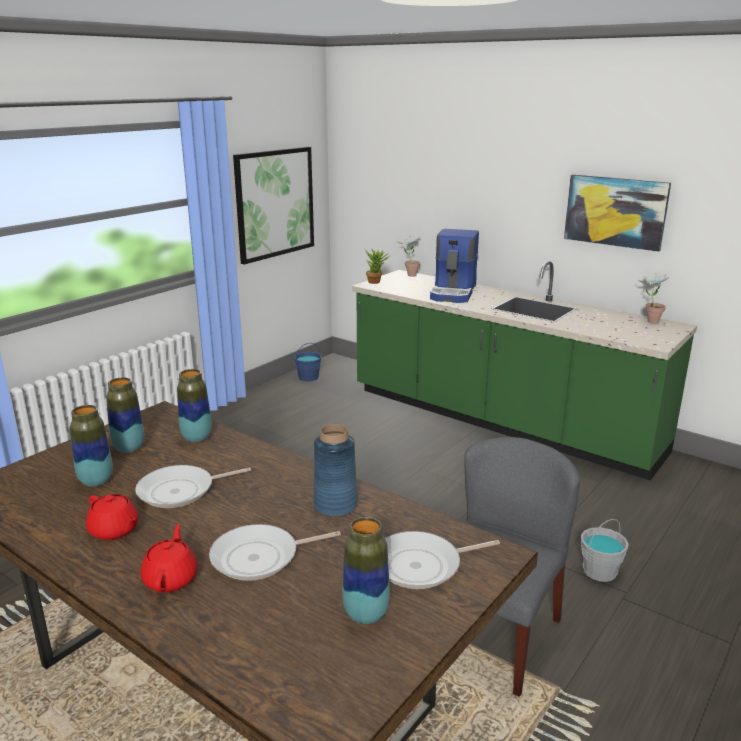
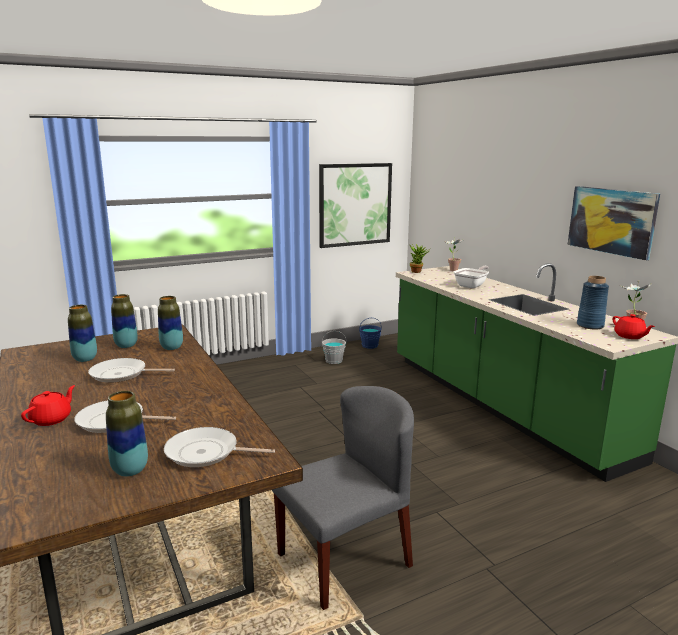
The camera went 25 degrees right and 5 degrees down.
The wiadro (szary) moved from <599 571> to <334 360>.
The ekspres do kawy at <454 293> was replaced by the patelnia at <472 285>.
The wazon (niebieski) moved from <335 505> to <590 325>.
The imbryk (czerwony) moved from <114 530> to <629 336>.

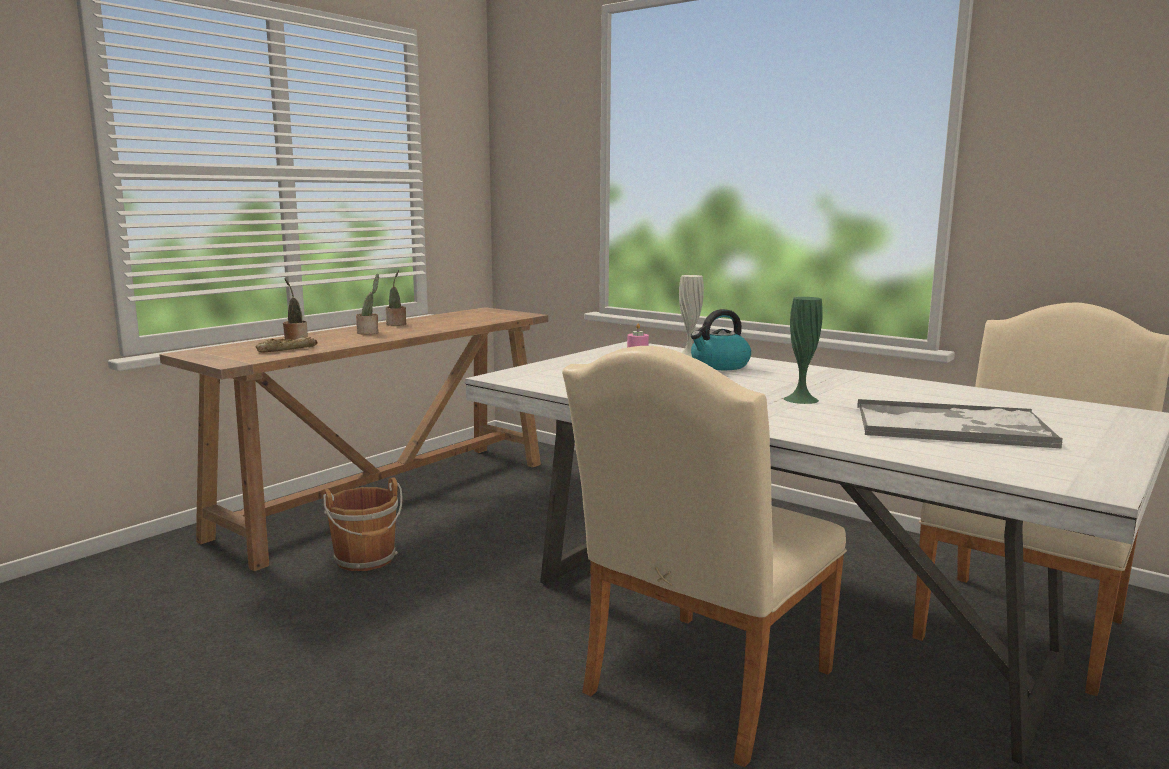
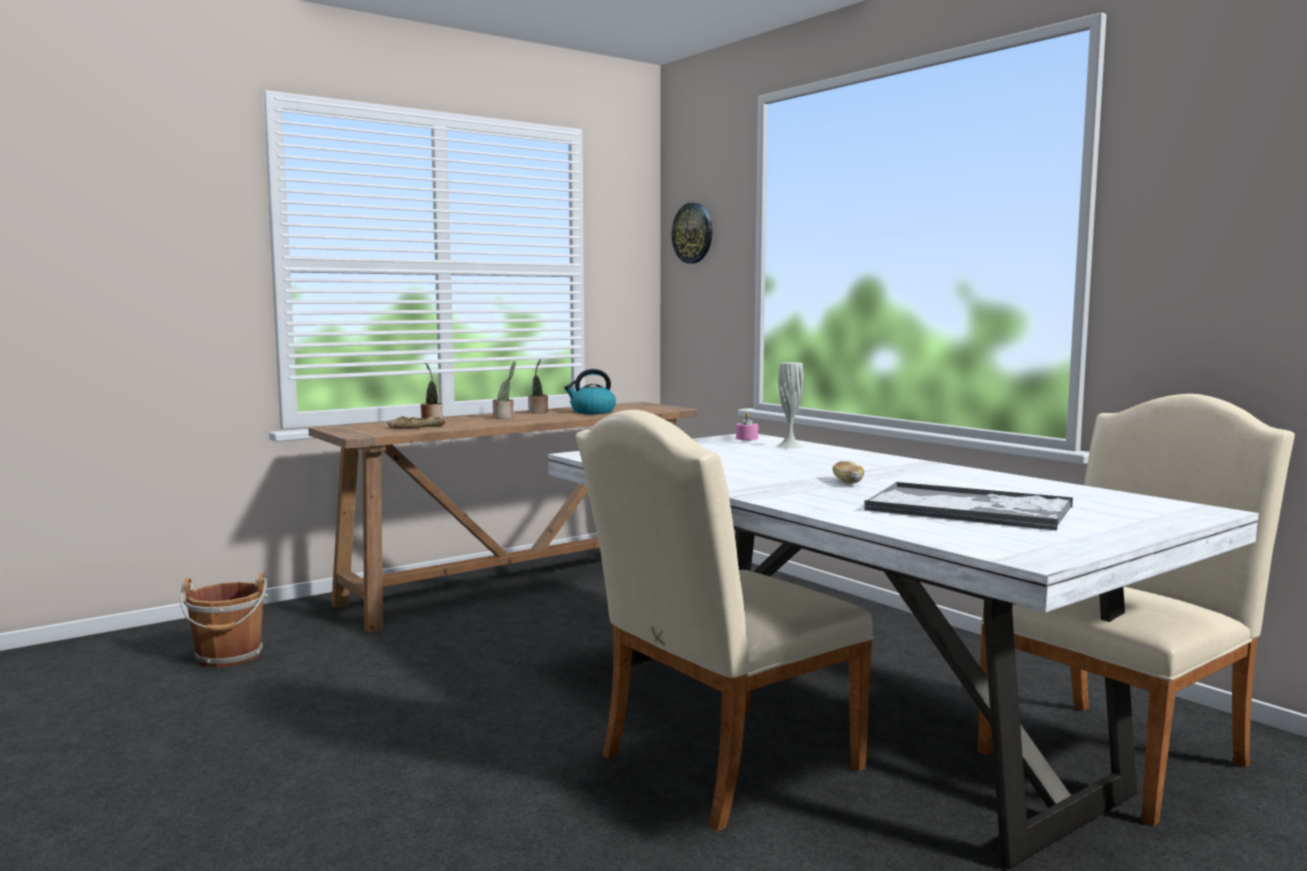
The camera went 15 degrees right and 5 degrees down.
The wiadro (brązowy) moved from <366 560> to <229 657>.
The czajnik moved from <719 366> to <592 412>.
The zegar ścienny at <693 233> appeared.
The wazon (zielony) at <801 399> was replaced by the chleb at <847 482>.

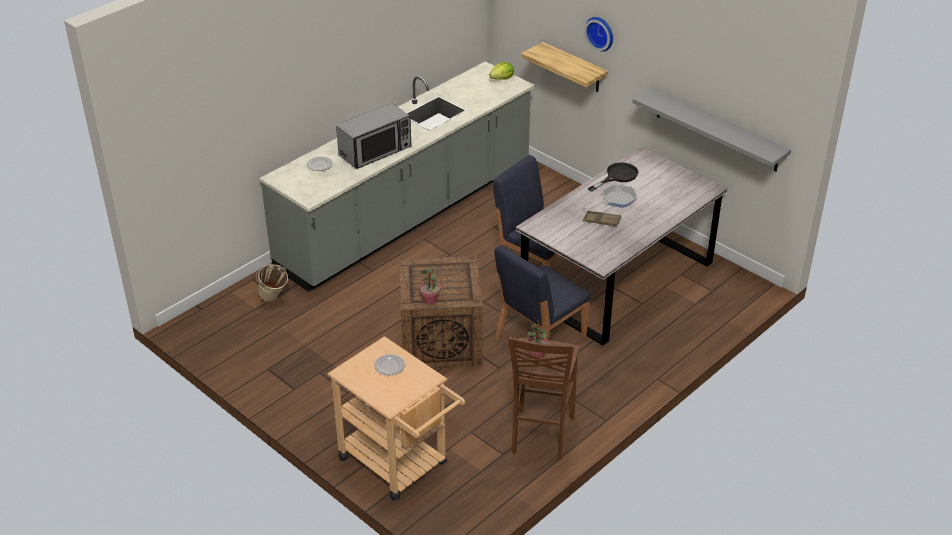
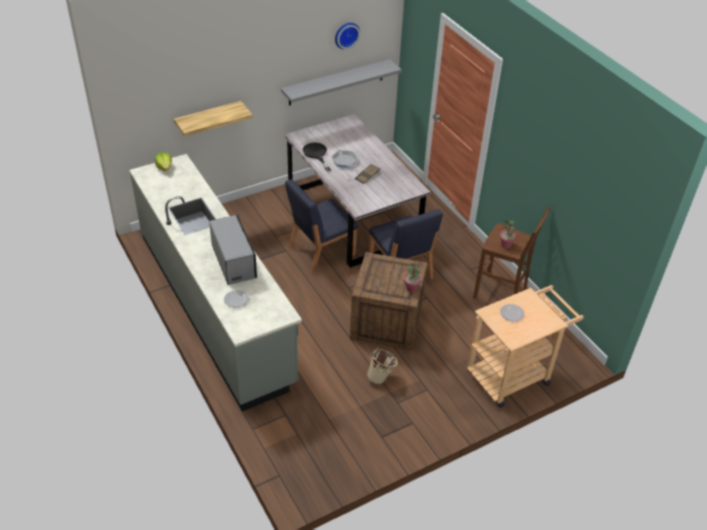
The camera went 75 degrees left and 5 degrees up.
The zegar ścienny moved from <601 33> to <346 34>.
The wiadro (beżowy) moved from <273 299> to <381 377>.

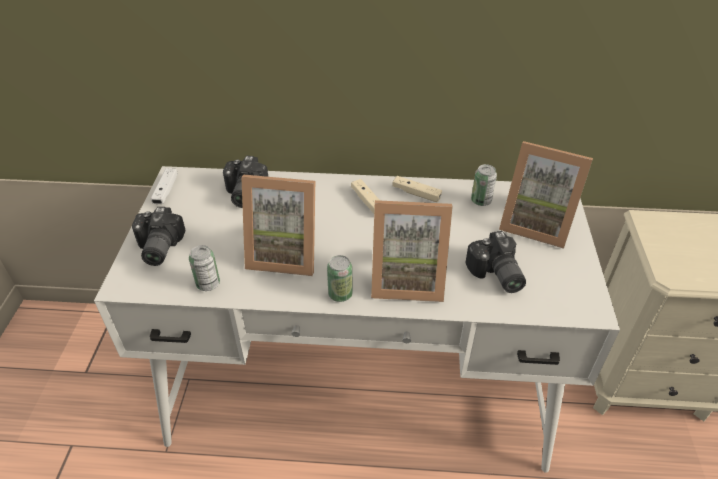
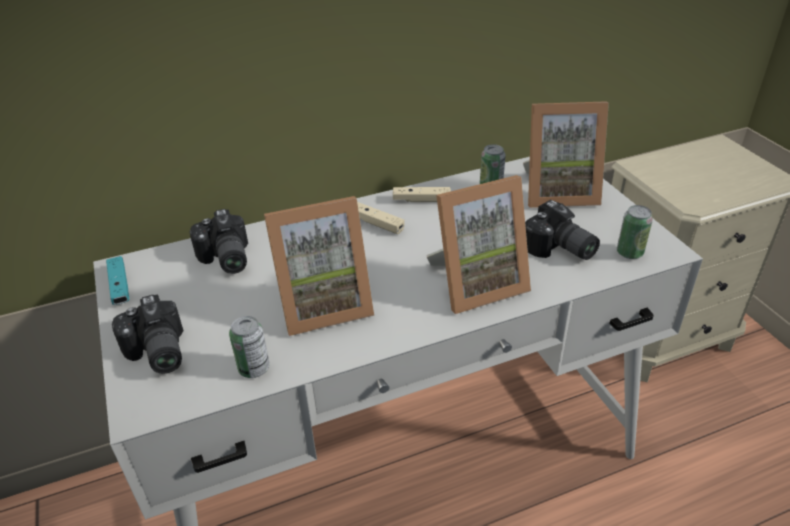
The camera went 25 degrees left and 5 degrees down.
The pad do gier (biały) at <166 191> became the pad do gier (turkusowy) at <120 287>.
The puszka moved from <340 294> to <629 253>.

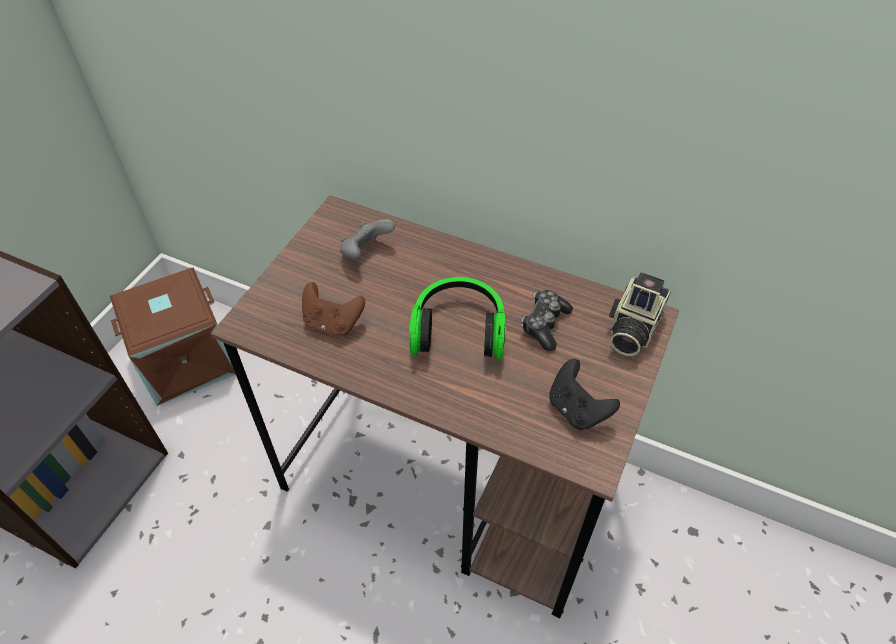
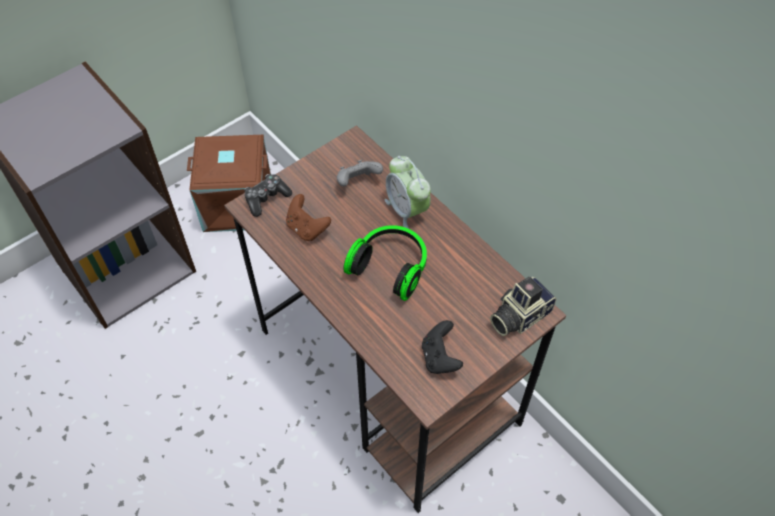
The camera went 25 degrees right and 5 degrees up.
The pad do gier moved from <545 324> to <266 198>.
The budzik at <407 210> appeared.

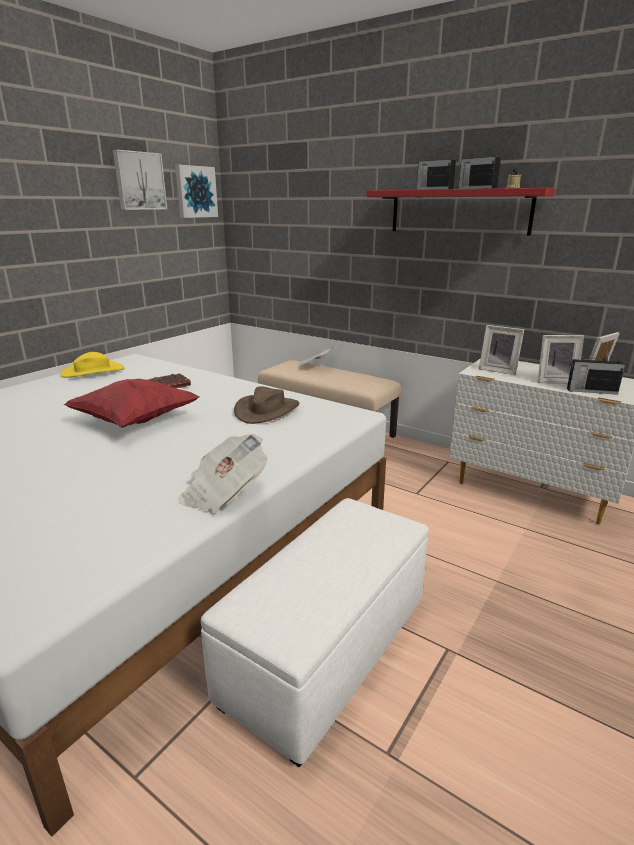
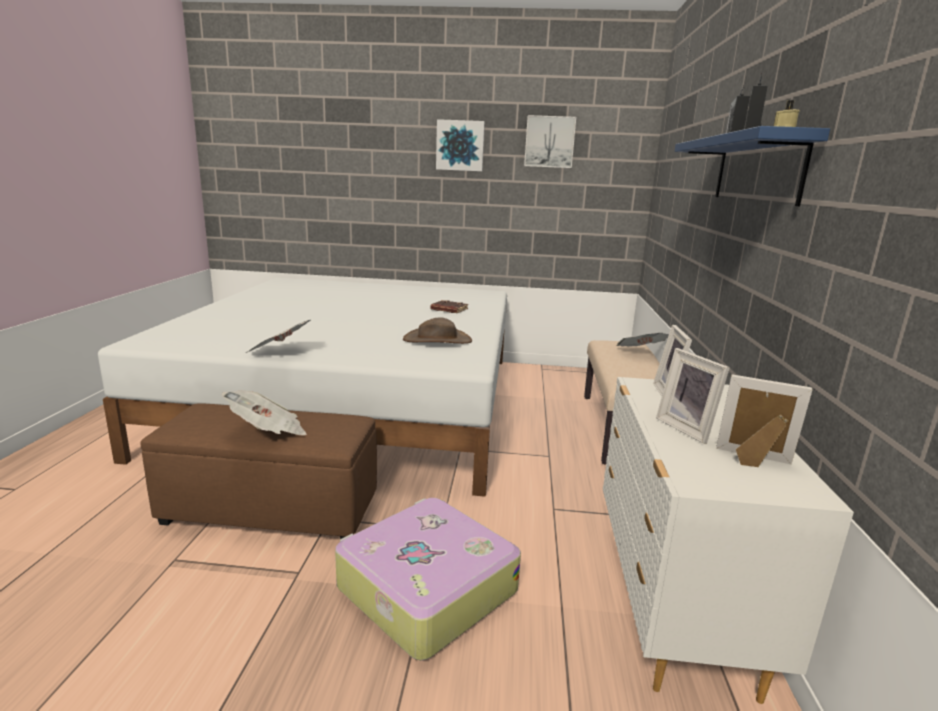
The camera went 60 degrees right and 5 degrees down.
The pufa (biały) at <328 650> became the pufa (brązowy) at <273 510>.
The gazeta at <268 432> appeared.
The walizka at <425 589> appeared.
The obraz moved from <195 192> to <460 145>.
The półka (czerwony) at <459 211> became the półka (niebieski) at <756 170>.
The kapelusz (żółty) at <93 371> disappeared.
The poduszka (czerwony) at <135 421> disappeared.
The radio at <590 391> disappeared.

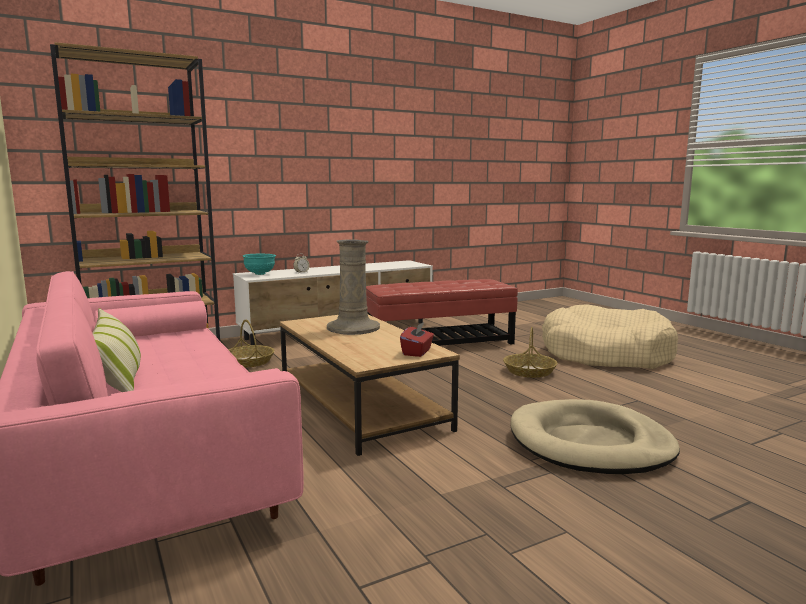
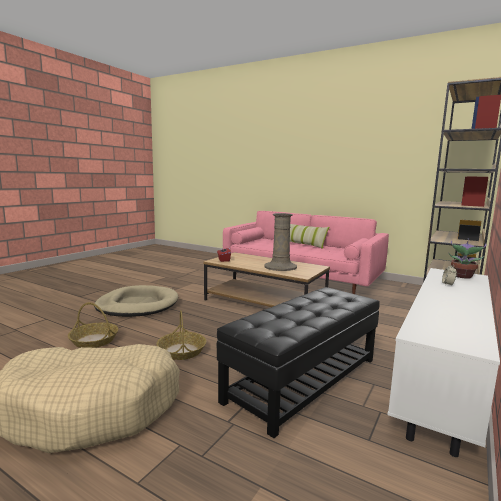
The camera went 150 degrees right and 0 degrees up.
The koszyk moved from <249 362> to <94 340>.
The pufa (czerwony) at <439 342> became the pufa (czarny) at <304 379>.
The miska (turkusowy) at <260 274> was replaced by the roślina doniczkowa at <462 276>.

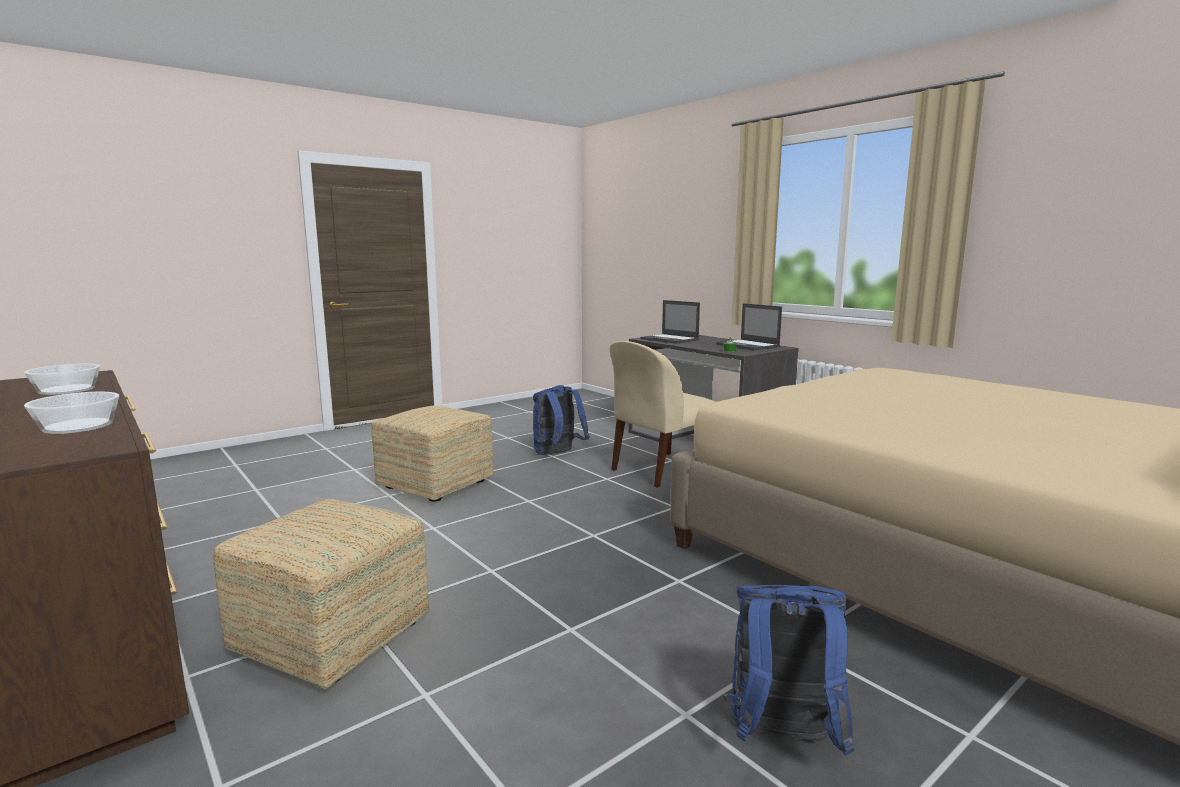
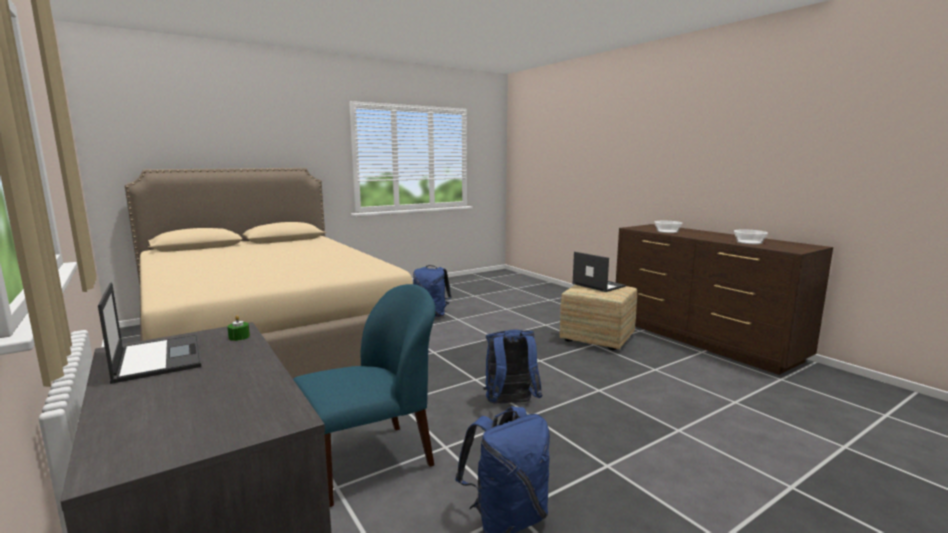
The camera went 175 degrees left and 0 degrees up.
The krzesło (beżowy) at <661 470> became the krzesło (niebieski) at <370 461>.
The plecak (niebieski) at <510 404> appeared.
The laptop moved from <670 339> to <597 285>.
The pufa at <437 485> disappeared.

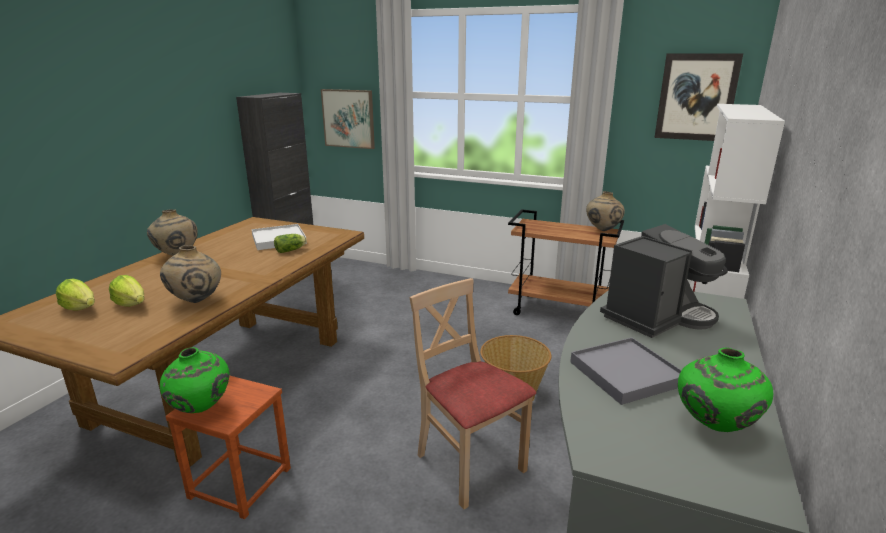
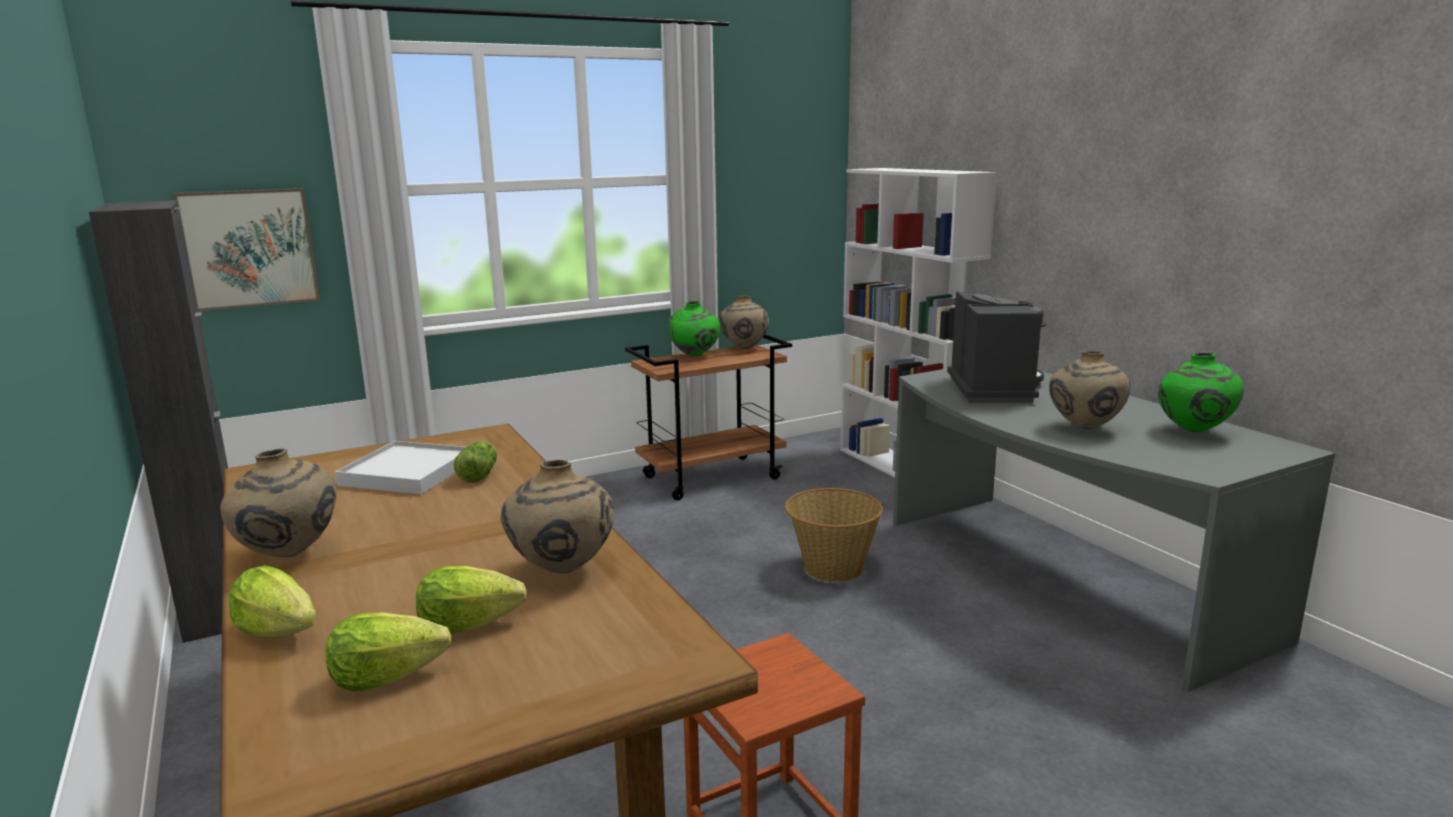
The camera went 50 degrees left and 5 degrees down.
The sałata at <278 631> appeared.
The wazon (zielony) moved from <201 409> to <695 356>.
The taca (szary) at <625 373> was replaced by the wazon (beżowy) at <1084 428>.
The krzesło (beżowy) at <469 464> disappeared.
The obraz at <696 97> disappeared.

